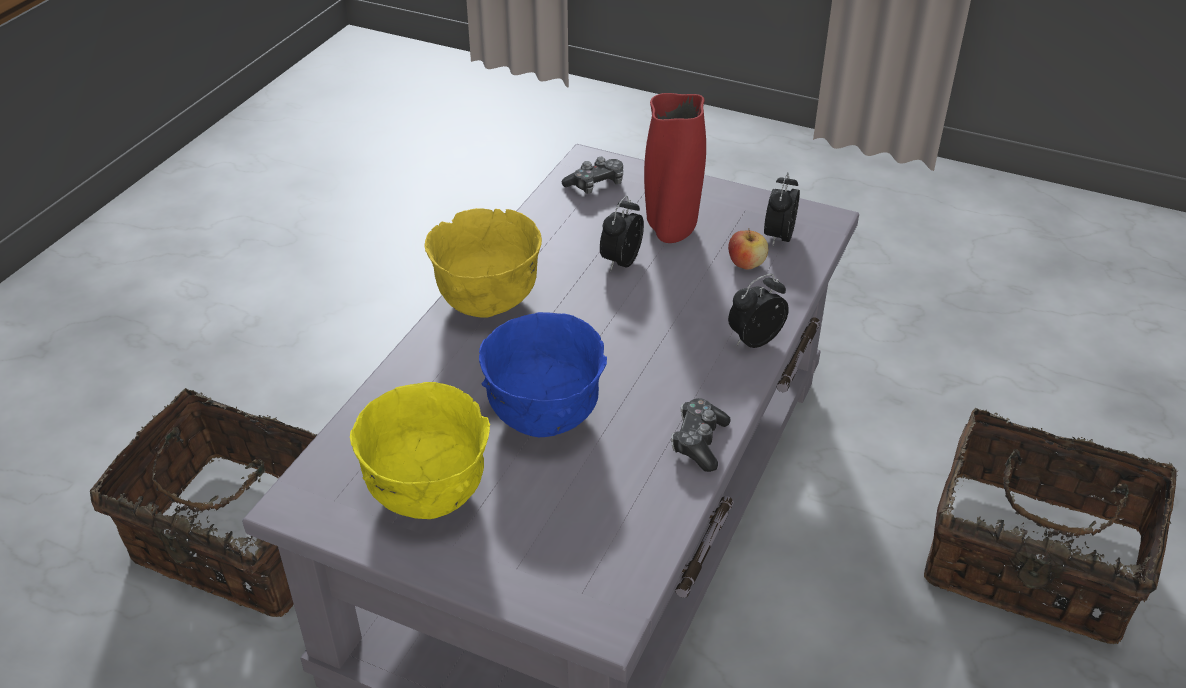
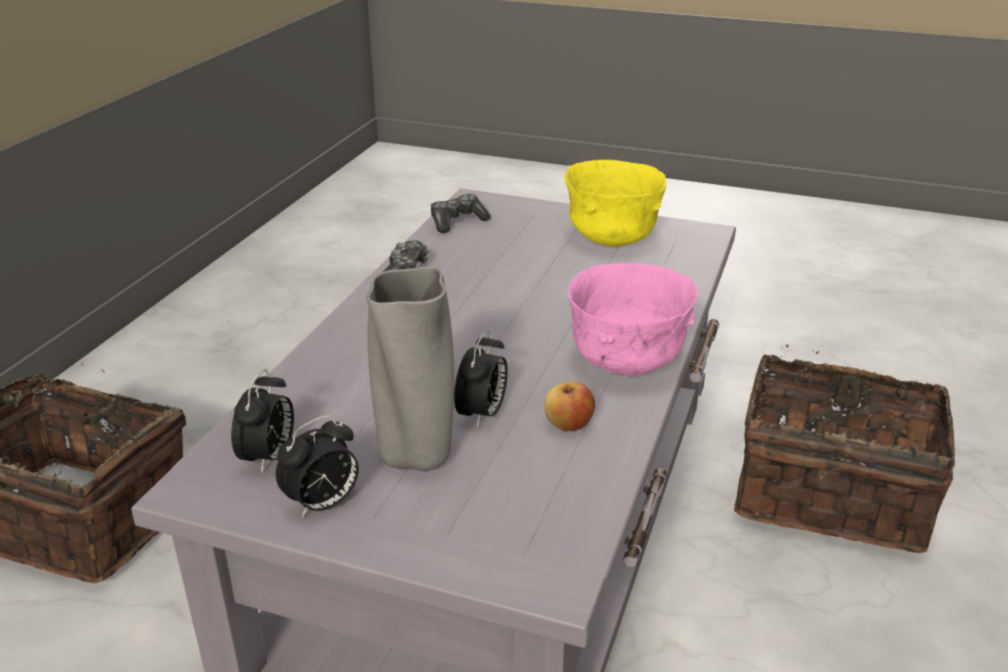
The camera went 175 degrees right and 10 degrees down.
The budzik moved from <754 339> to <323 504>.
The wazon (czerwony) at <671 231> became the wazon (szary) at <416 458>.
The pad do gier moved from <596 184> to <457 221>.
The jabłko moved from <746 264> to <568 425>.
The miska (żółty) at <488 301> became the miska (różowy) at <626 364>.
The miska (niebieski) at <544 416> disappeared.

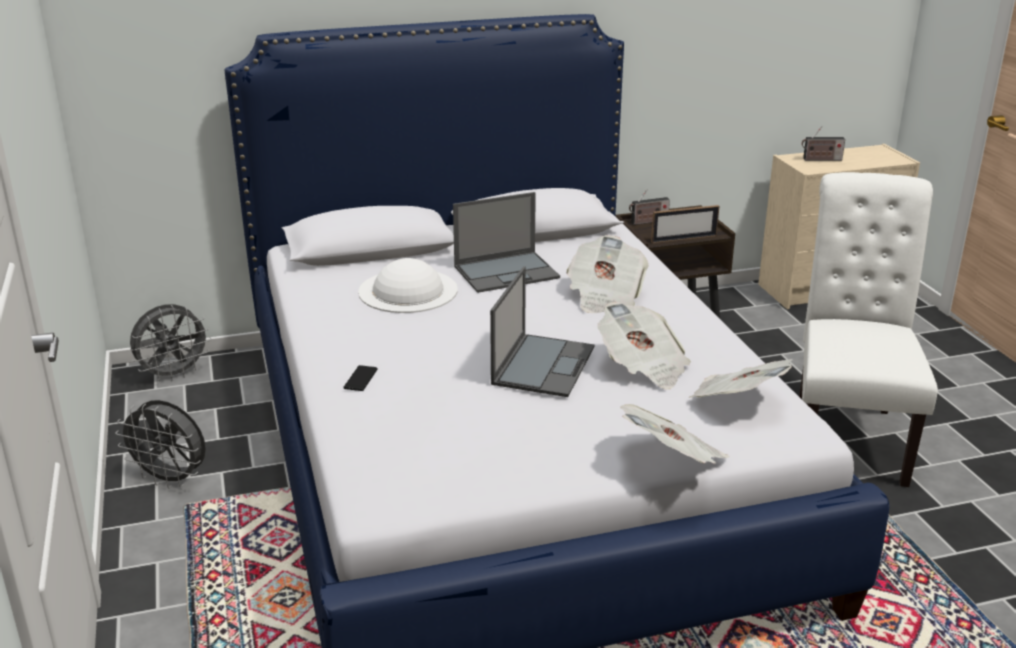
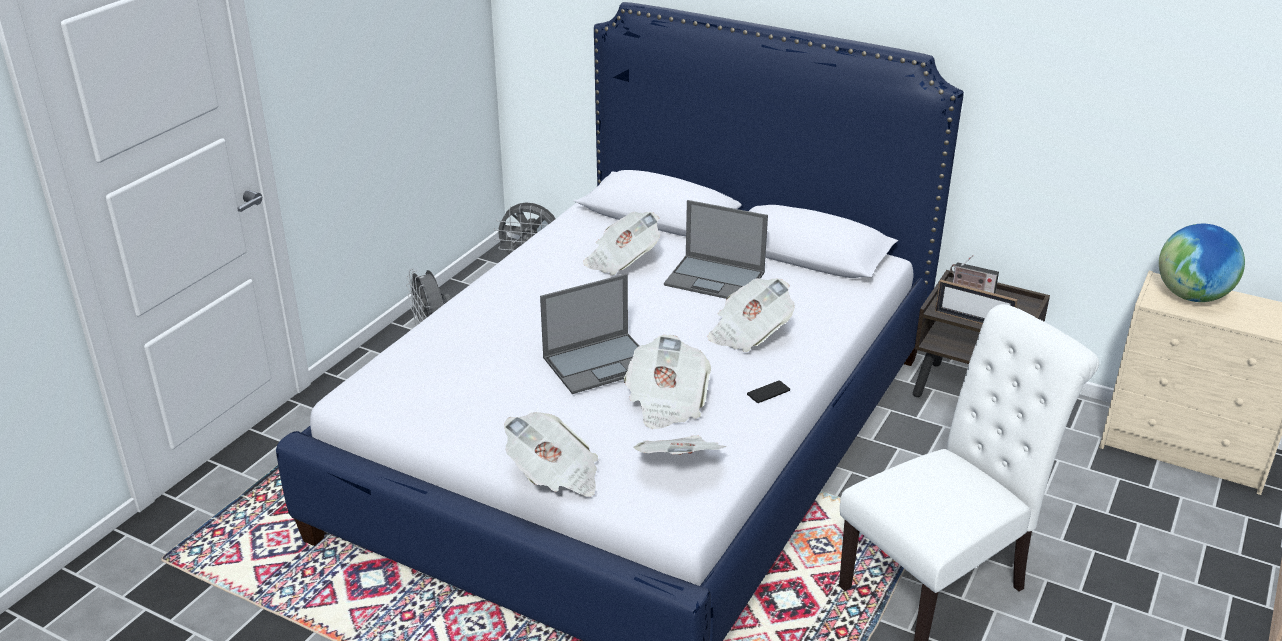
The camera went 45 degrees right and 5 degrees up.
The kapelusz (biały) at <408 290> was replaced by the gazeta at <621 261>.
The telefon moved from <360 379> to <768 392>.
The radio at <820 159> was replaced by the globus at <1192 296>.

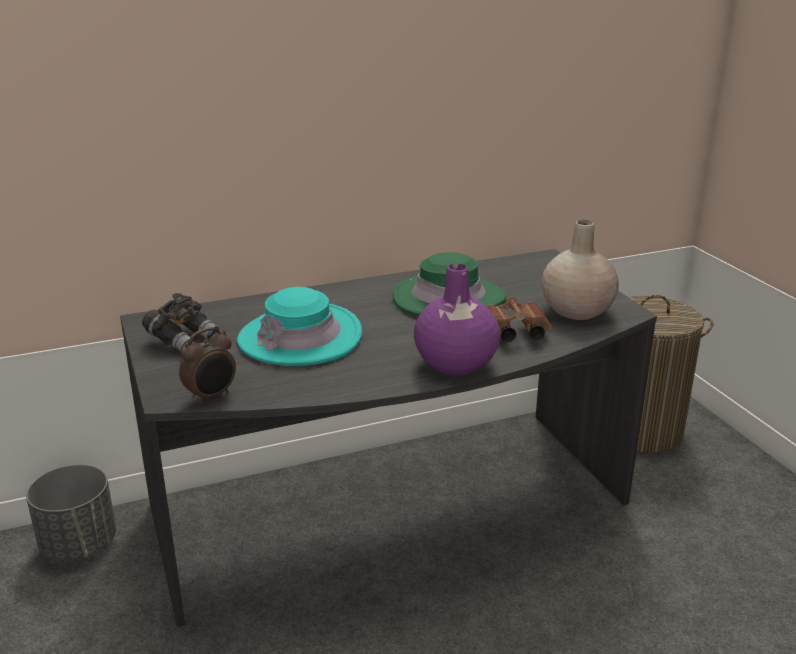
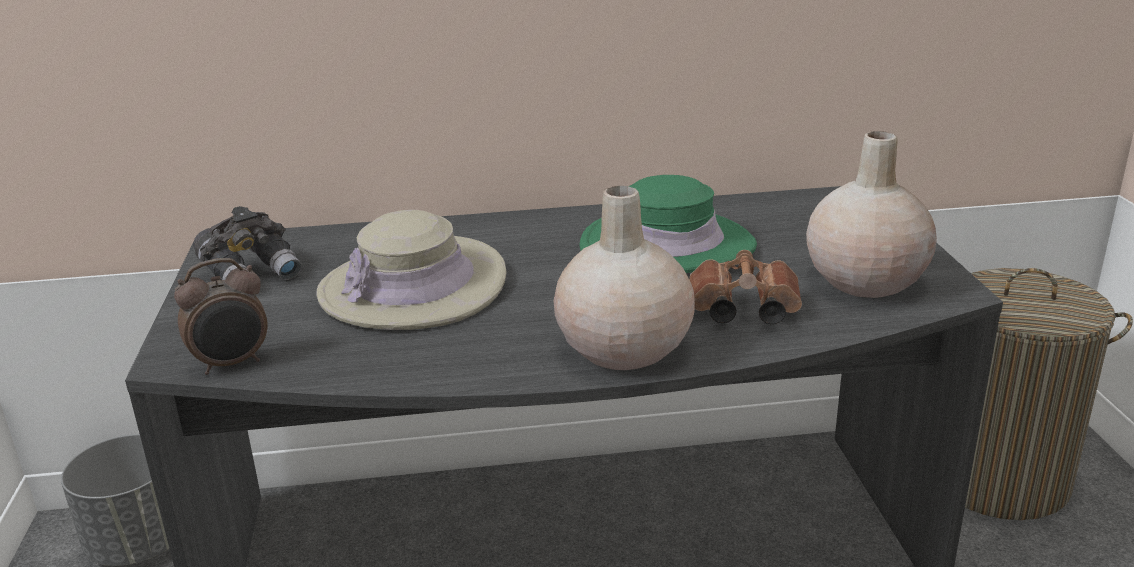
The camera went 15 degrees right and 0 degrees up.
The kapelusz (turkusowy) at <300 337> became the kapelusz (beżowy) at <413 287>.
The wazon (fioletowy) at <455 363> became the wazon (beżowy) at <622 350>.

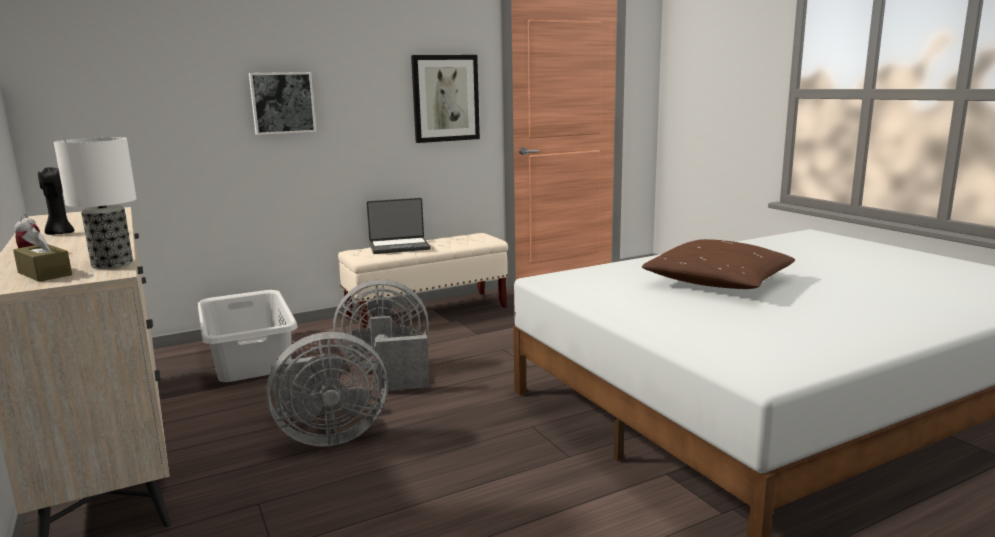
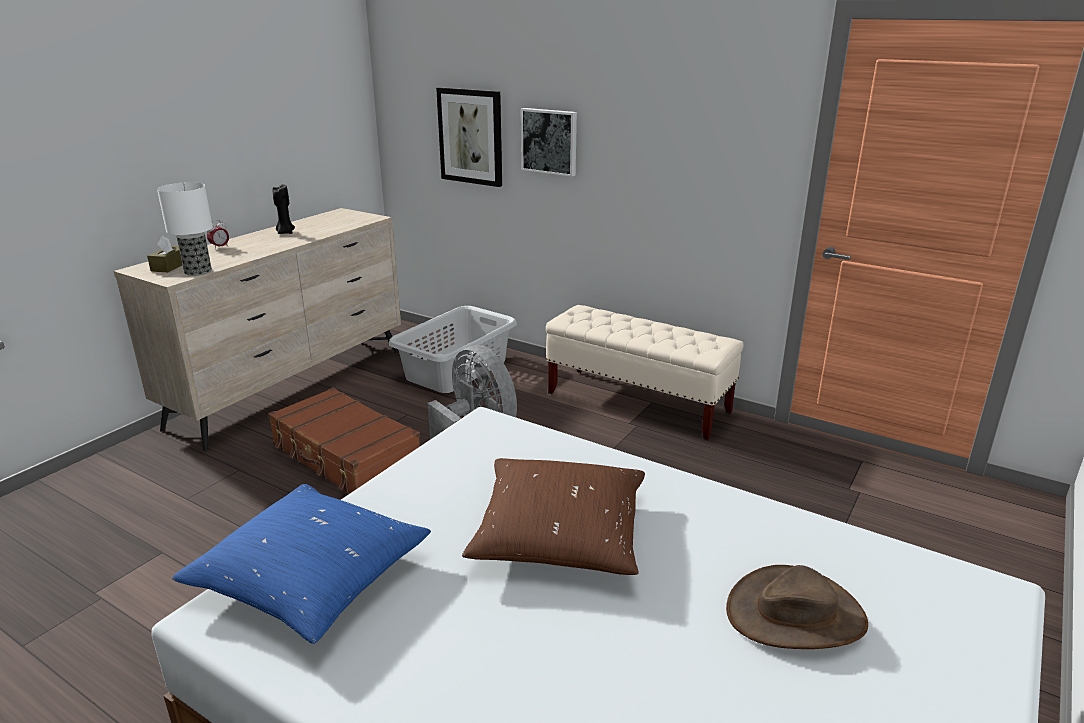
The camera went 60 degrees right and 10 degrees up.
The poduszka (niebieski) at <311 577> appeared.
The wentylator (szary) at <327 436> was replaced by the walizka (brązowy) at <345 456>.
The obraz moved from <445 98> to <471 136>.
The kapelusz (brązowy) at <795 614> appeared.
The laptop at <399 247> disappeared.

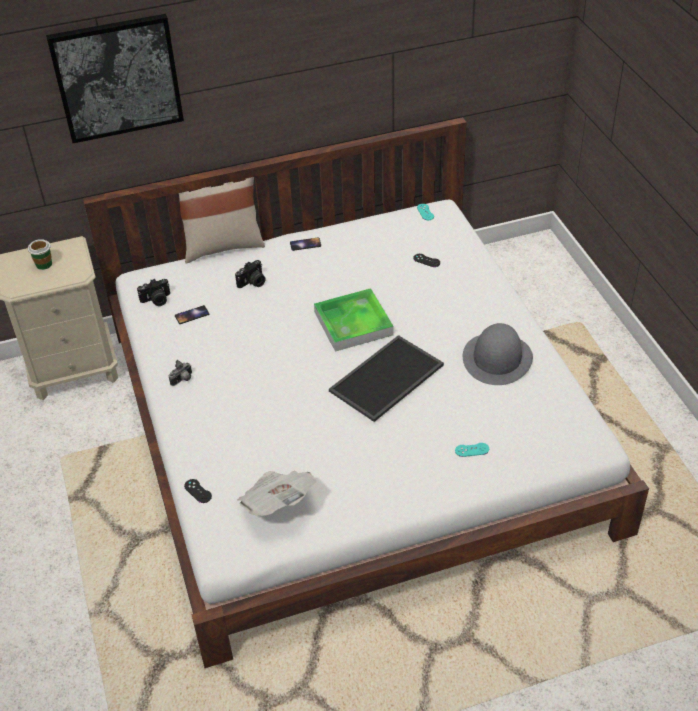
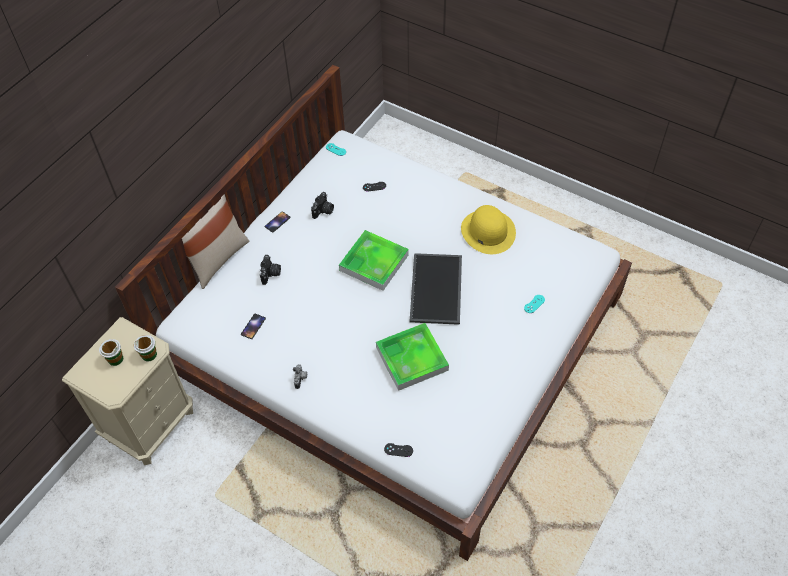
The camera went 40 degrees left and 10 degrees up.
The filiżanka at <149 355> appeared.
The aparat fotograficzny moved from <156 300> to <323 211>.
The taca at <412 358> appeared.
The kapelusz (szary) at <497 358> became the kapelusz (żółty) at <487 231>.
The obraz at <117 78> disappeared.
The gazeta at <278 503> disappeared.

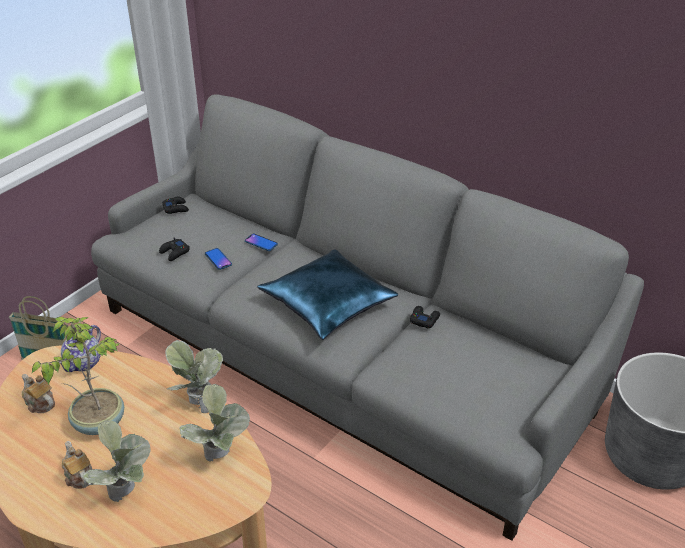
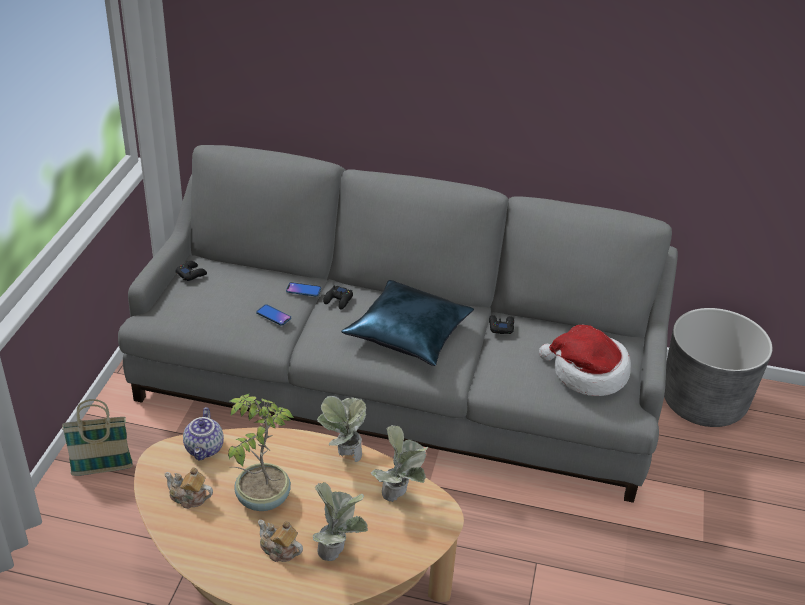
The camera went 25 degrees left and 0 degrees up.
The pad do gier (czarny) moved from <174 252> to <338 300>.
The kapelusz at <587 373> appeared.

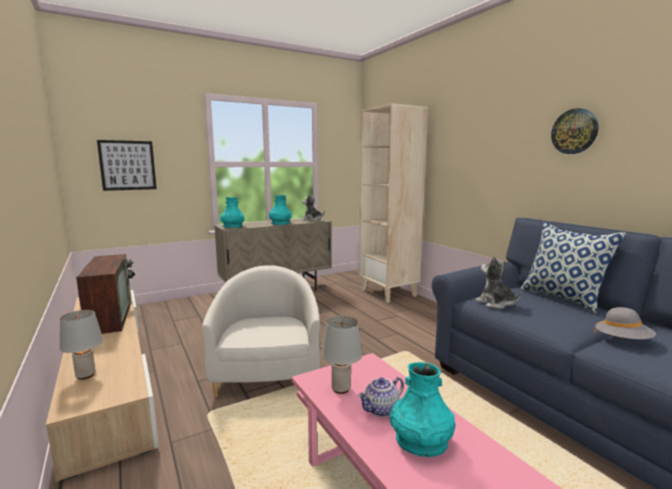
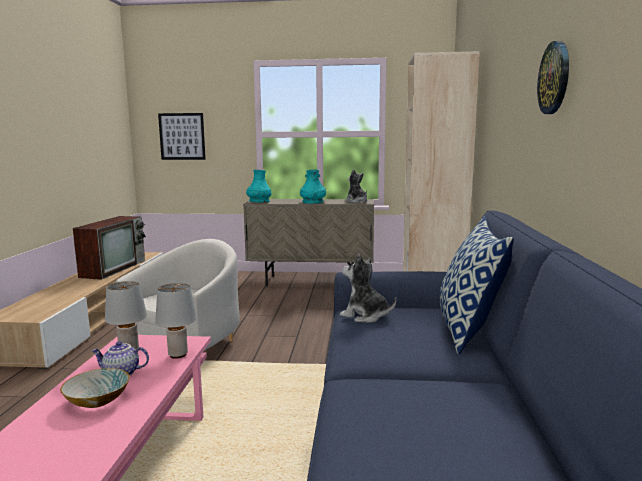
The camera went 35 degrees right and 0 degrees up.
The wazon (turkusowy) at <421 441> was replaced by the miska at <98 400>.
The lampa stołowa (szary) moved from <86 375> to <178 354>.
The pluszak at <495 303> turned 60 degrees counterclockwise.
The kapelusz (szary) at <622 341> disappeared.

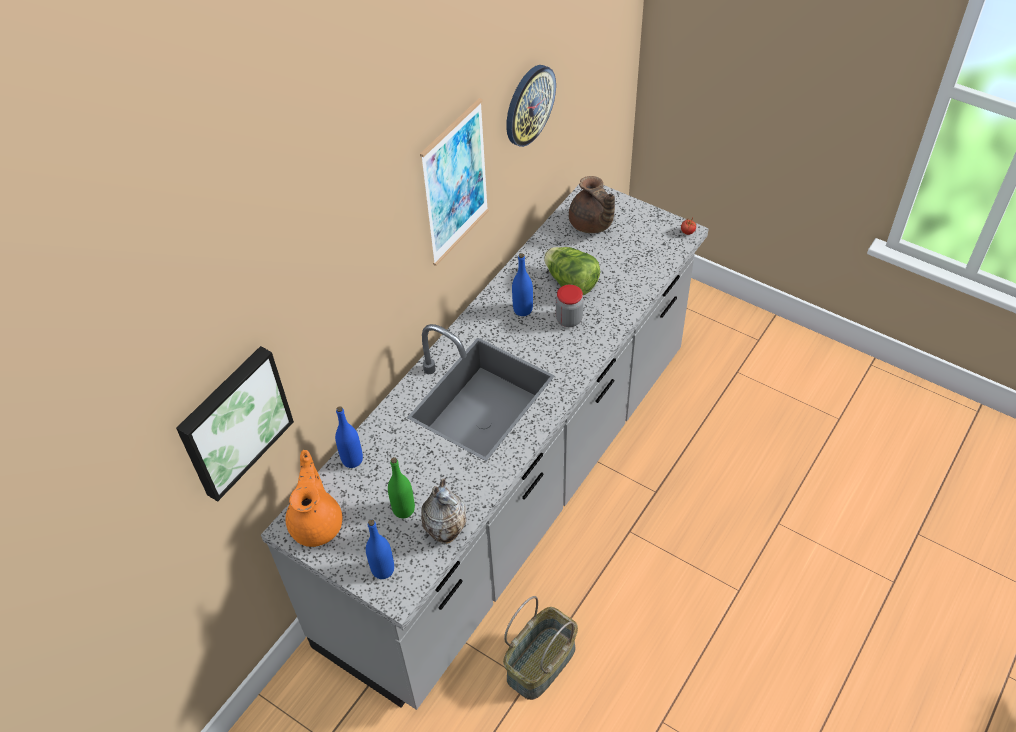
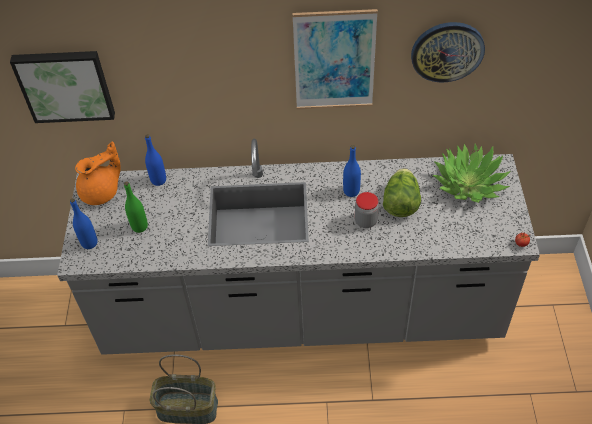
The camera went 55 degrees right and 0 degrees up.
The imbryk (brązowy) at <591 224> was replaced by the roślina doniczkowa at <469 183>.
The wazon at <446 532> disappeared.

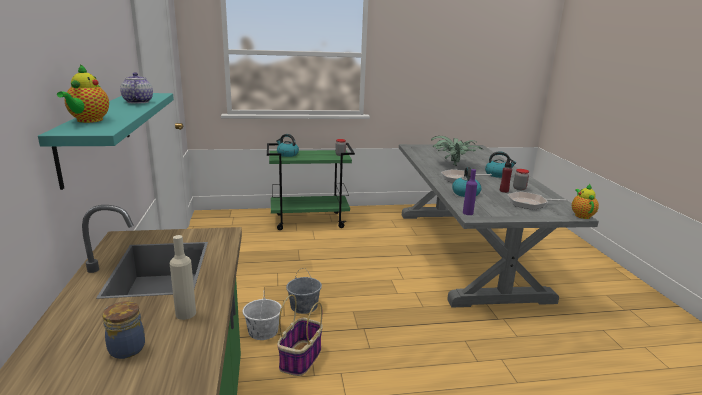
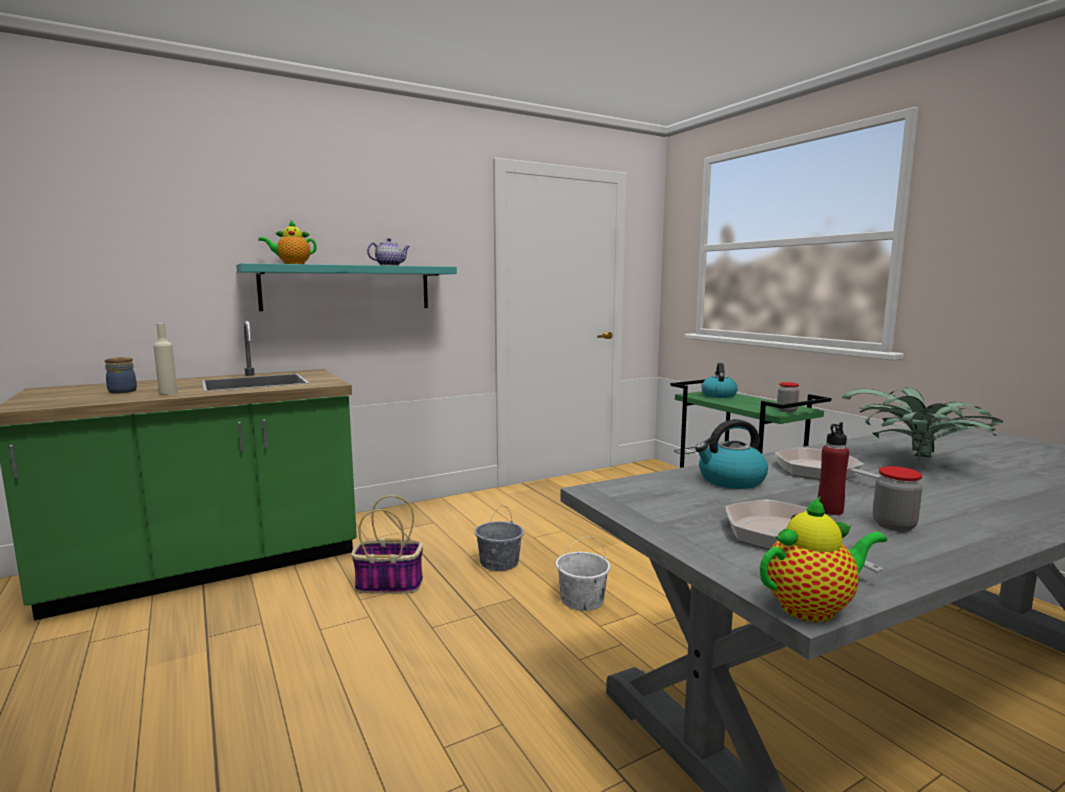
The camera went 70 degrees right and 10 degrees down.
The wiadro (biały) moved from <263 331> to <582 600>.
The butelka (fioletowy) at <467 213> disappeared.
The czajnik at <497 174> disappeared.

